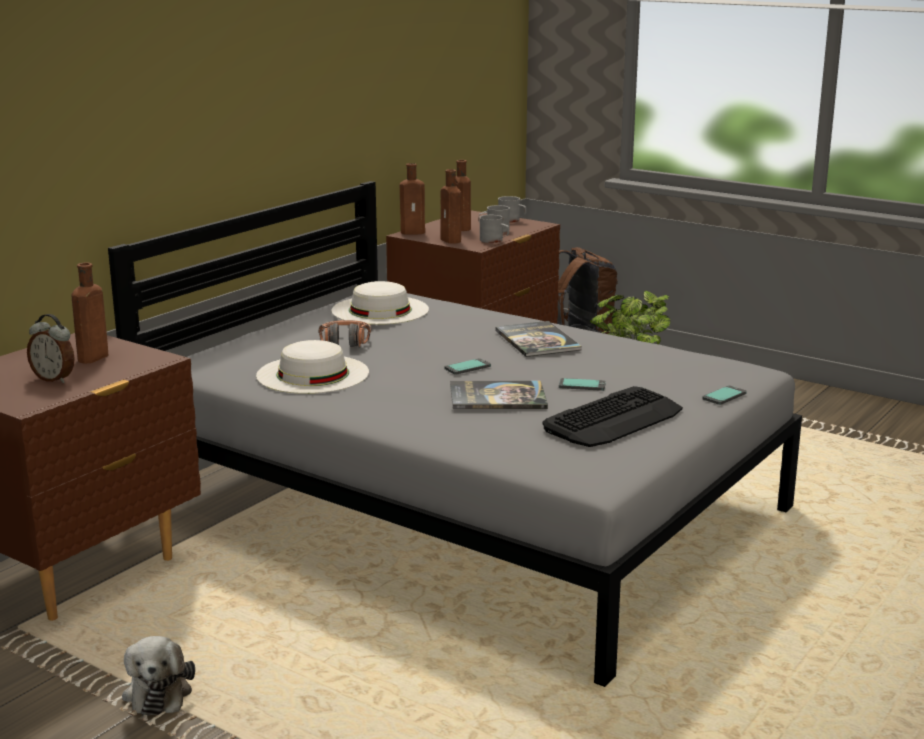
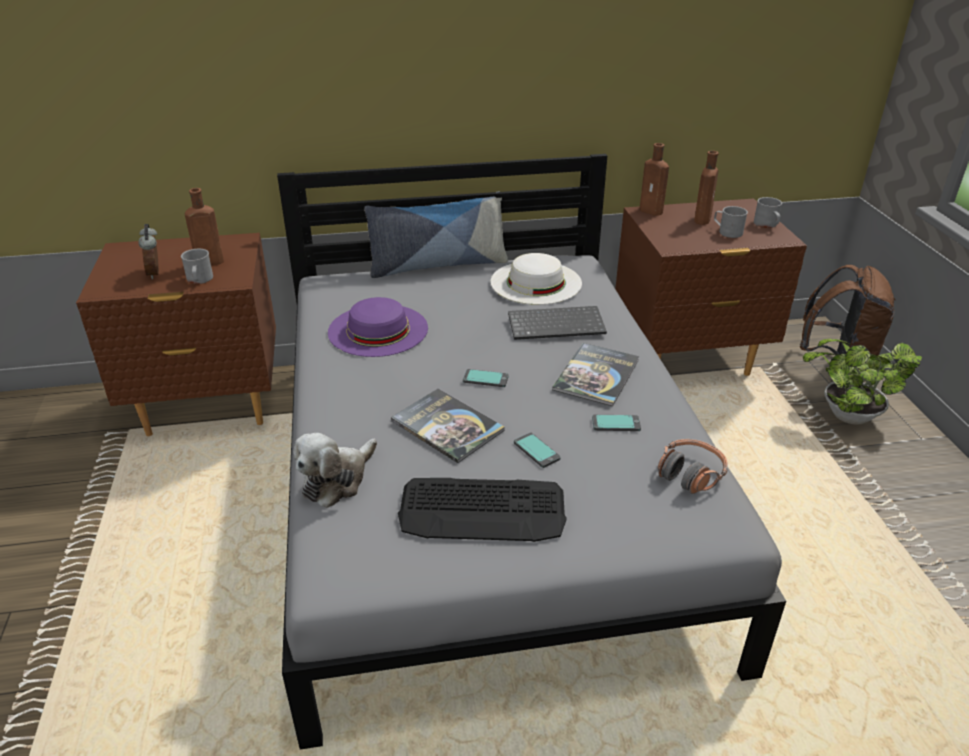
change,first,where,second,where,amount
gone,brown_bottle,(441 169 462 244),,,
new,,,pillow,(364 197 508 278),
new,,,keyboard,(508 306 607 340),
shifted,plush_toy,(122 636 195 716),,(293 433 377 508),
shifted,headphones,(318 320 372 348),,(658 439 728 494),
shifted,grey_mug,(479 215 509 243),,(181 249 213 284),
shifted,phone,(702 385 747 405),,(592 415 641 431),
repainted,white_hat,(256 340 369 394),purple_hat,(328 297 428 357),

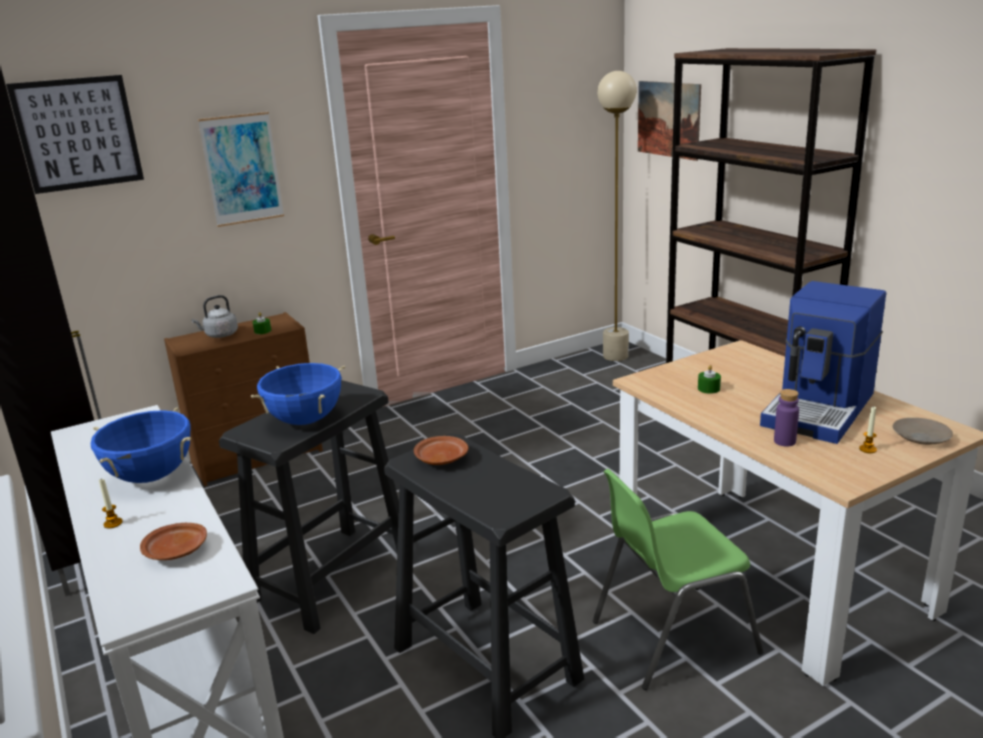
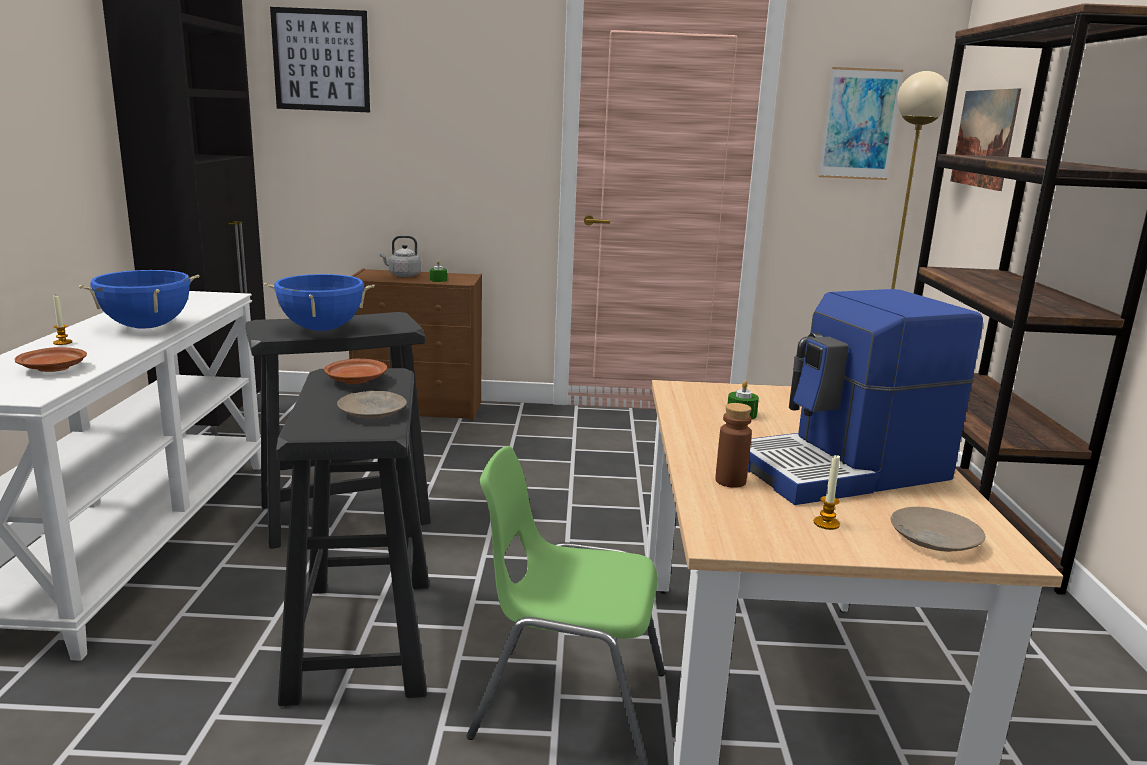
change,first,where,second,where,amount
new,,,beige_plate,(337 391 407 419),
shifted,picture,(198 112 284 227),,(818 67 903 180),
repainted,purple_bottle,(774 389 799 447),brown_bottle,(715 403 752 488),

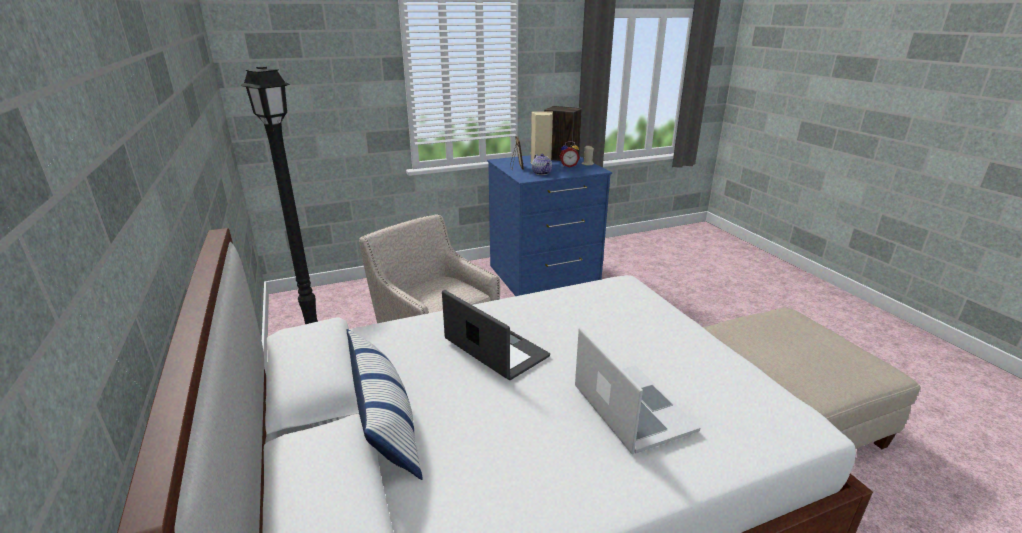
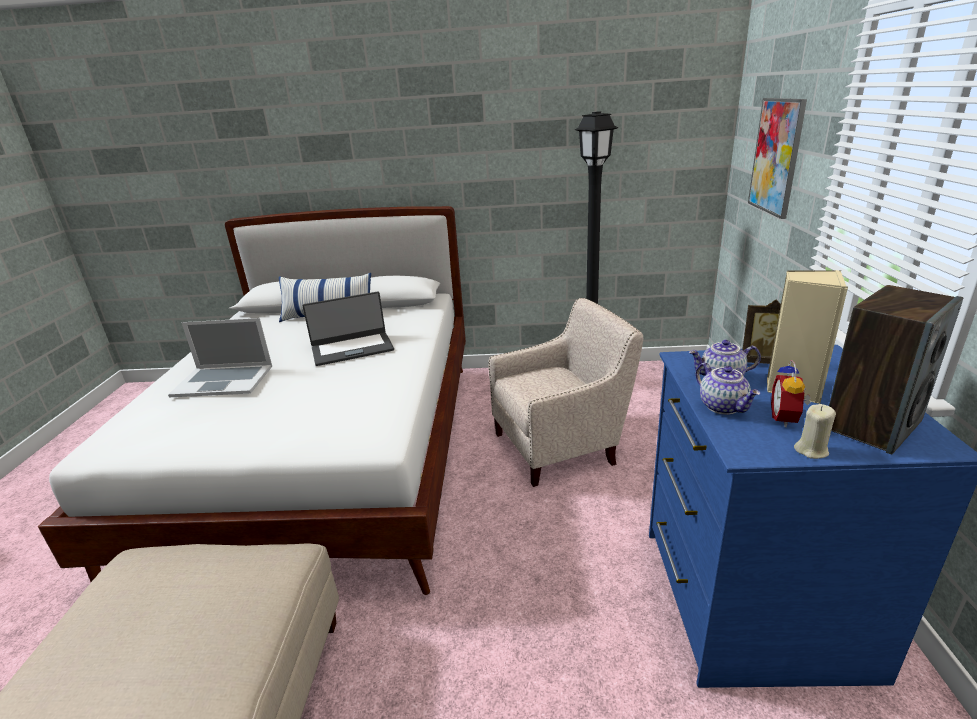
change,first,where,second,where,amount
new,,,teapot,(696 363 760 415),
new,,,picture,(748 98 807 219),

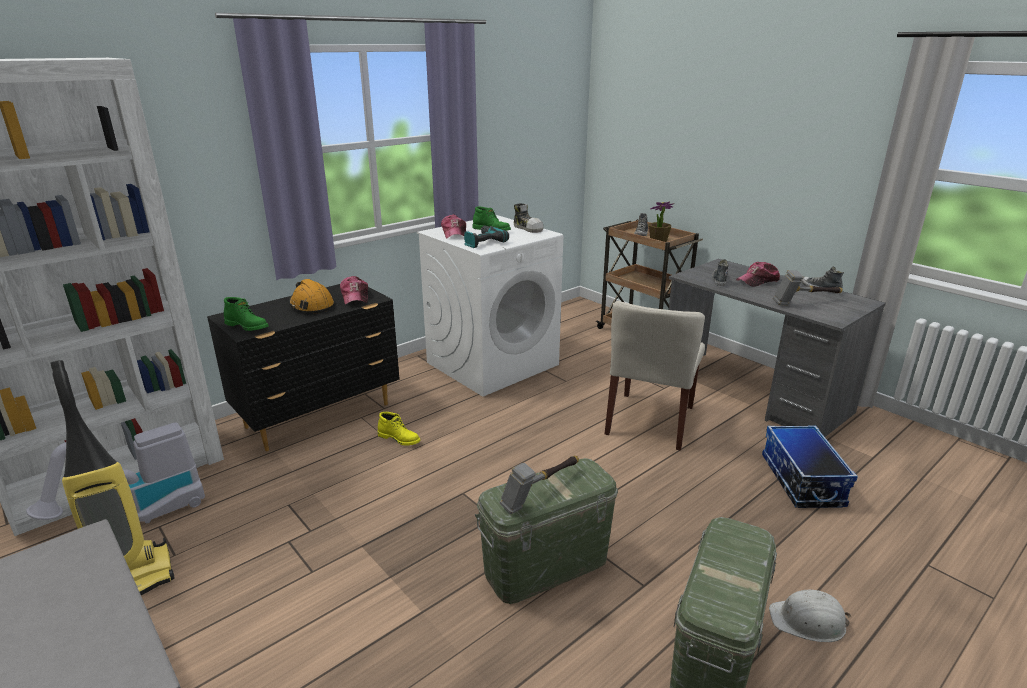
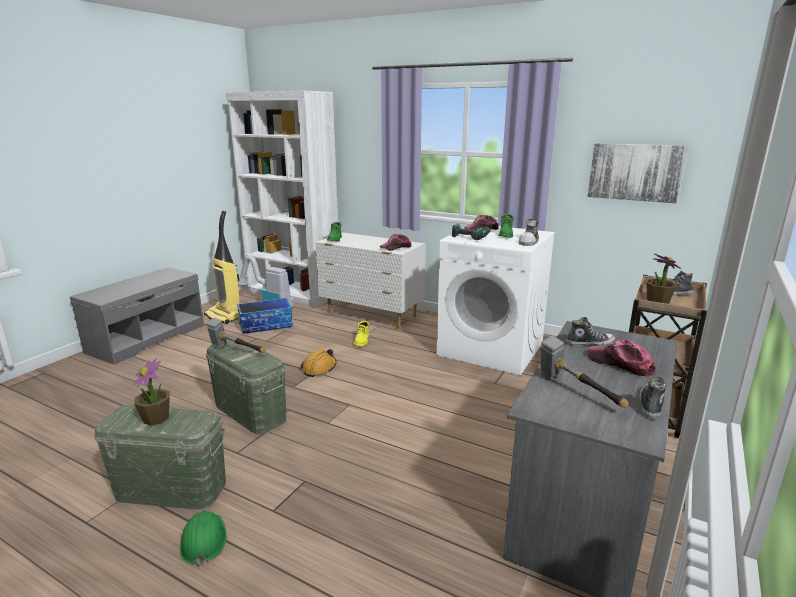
change,first,where,second,where,amount
gone,beige_chair,(604 301 705 451),,,
new,,,potted_plant,(134 359 170 426),
new,,,picture,(588 143 687 203),
shifted,orange_hard_hat,(289 279 334 314),,(300 349 337 377),
shifted,storage_box,(762 425 858 508),,(237 298 293 334),
repainted,black_dresser,(207 284 400 451),white_dresser,(316 233 425 329),
repainted,white_hard_hat,(769 590 851 642),green_hard_hat,(180 510 227 567),

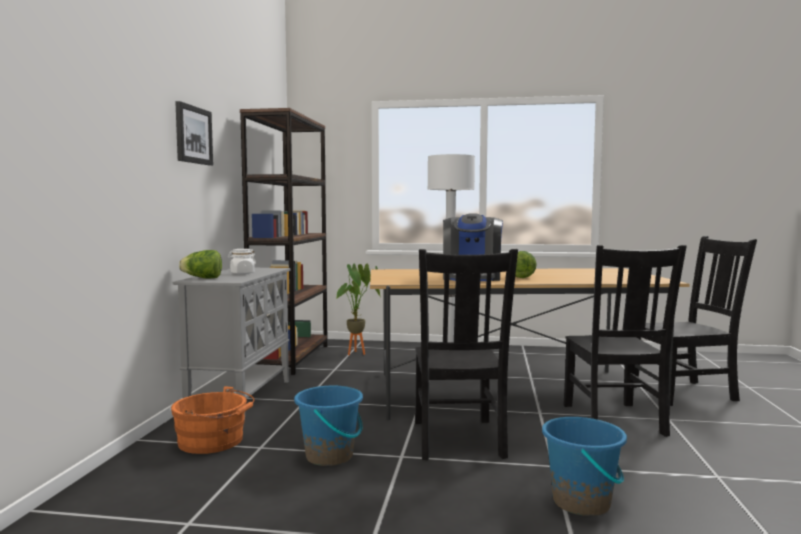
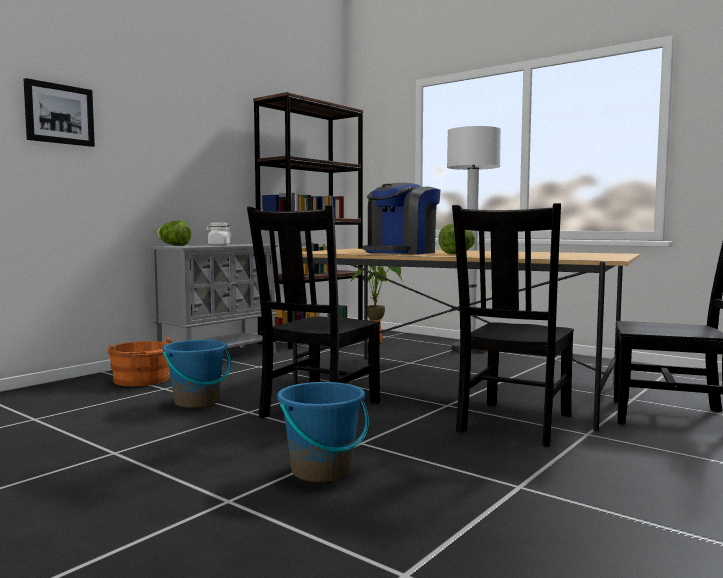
change,first,where,second,where,amount
shifted,picture,(175 101 213 166),,(24 78 95 147),

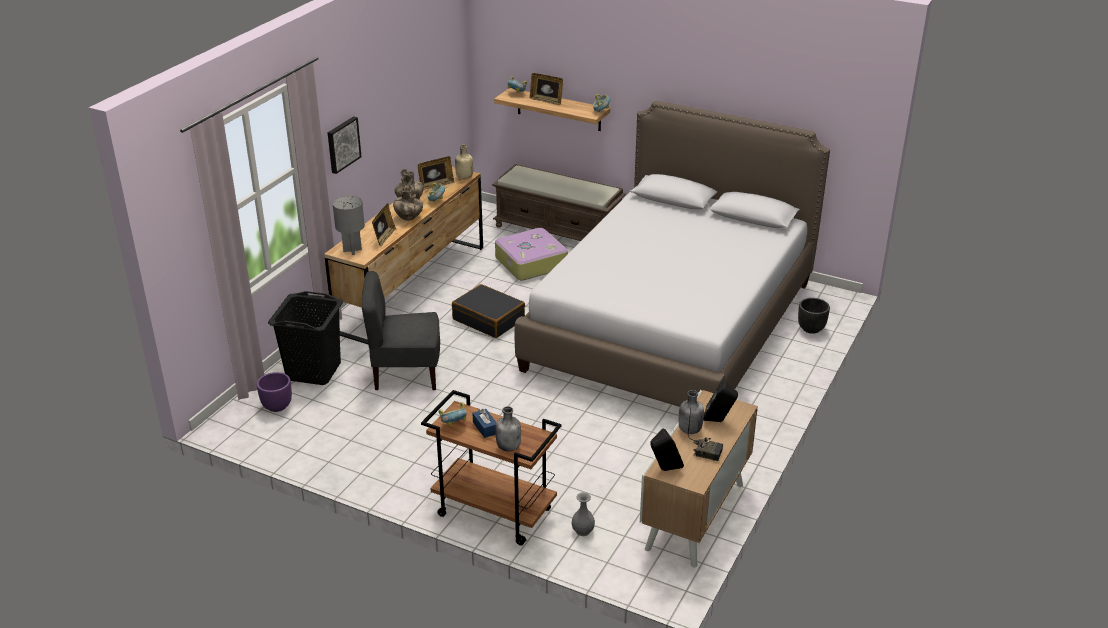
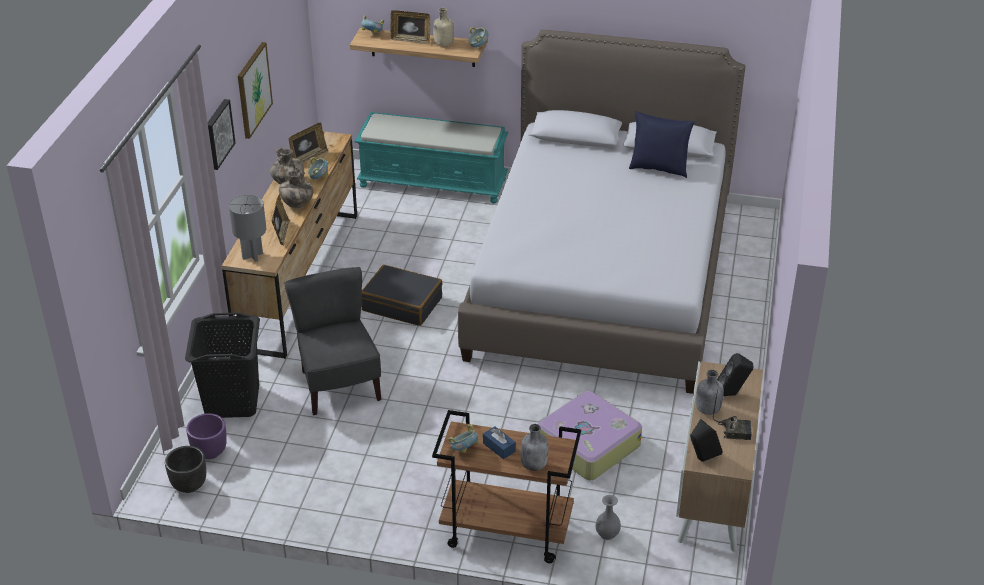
change,first,where,second,where,amount
new,,,picture,(238 42 273 139),
new,,,blue_pillow,(629 111 695 178),
shifted,beige_bottle,(455 145 473 179),,(433 8 454 47),
shifted,suitcase,(495 228 568 280),,(538 391 642 481),
shifted,black_planter,(798 298 830 334),,(165 446 206 493),
repainted,brown_bench,(492 164 626 241),turquoise_bench,(354 112 508 204),
rotated,grey_chair,(362 271 440 390),,(284 267 381 415),90 degrees clockwise

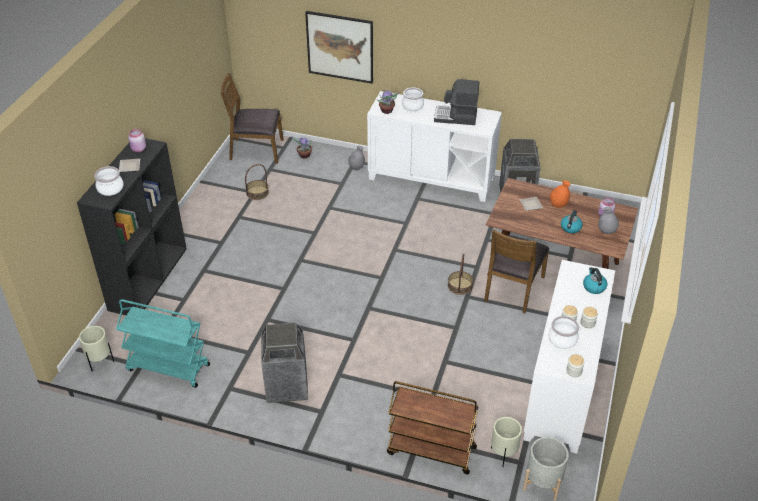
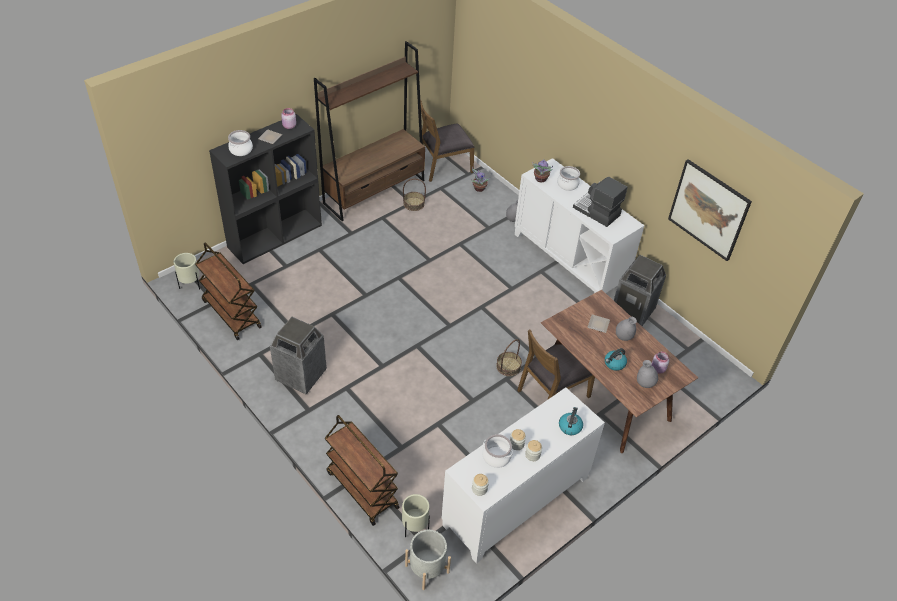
change,first,where,second,where,amount
new,,,brown_bookcase,(314 41 425 221),
shifted,picture,(305 11 373 84),,(668 159 752 261),
repainted,turquoise_cart,(116 299 210 388),brown_cart,(195 242 262 340),
repainted,orange_vase,(550 180 570 208),grey_vase,(616 317 637 341),
rotated,brown_chair,(221 73 284 164),,(420 99 475 182),60 degrees counterclockwise

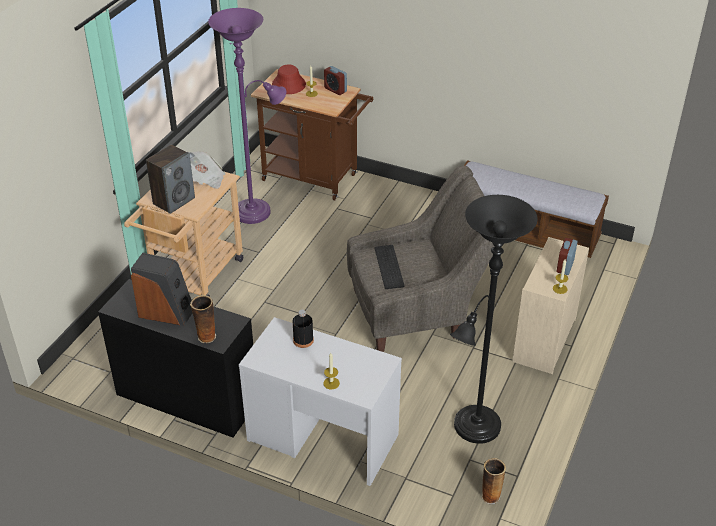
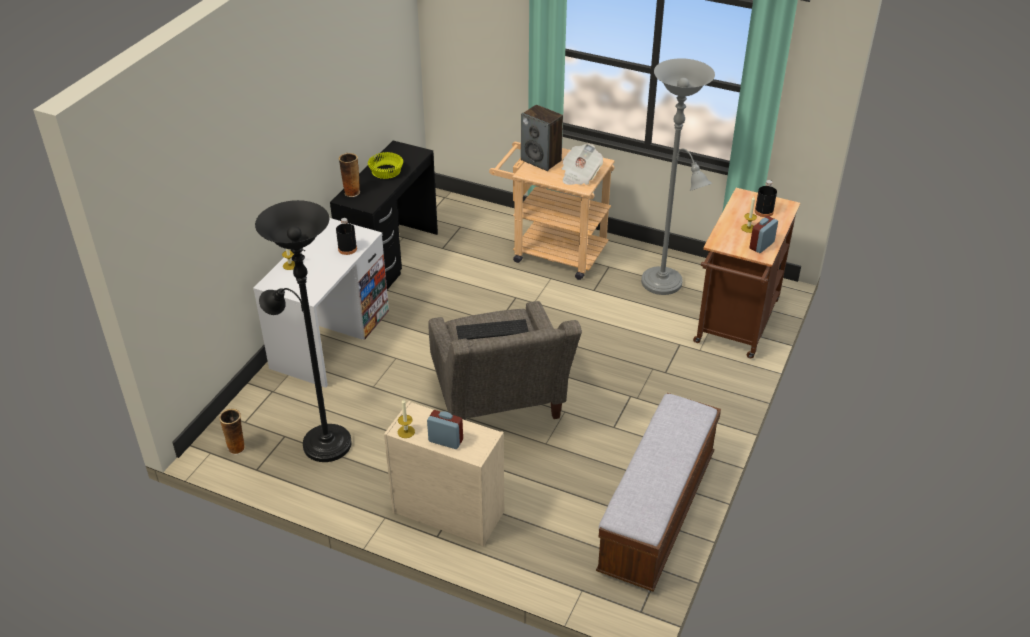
change,first,where,second,where,amount
swapped,speaker,(131 253 192 326),yellow_bowl,(368 152 403 179),
swapped,red_hat,(272 64 306 94),black_bottle,(755 180 777 217),
repainted,purple_floor_lamp,(208 8 286 224),grey_floor_lamp,(641 58 715 295),

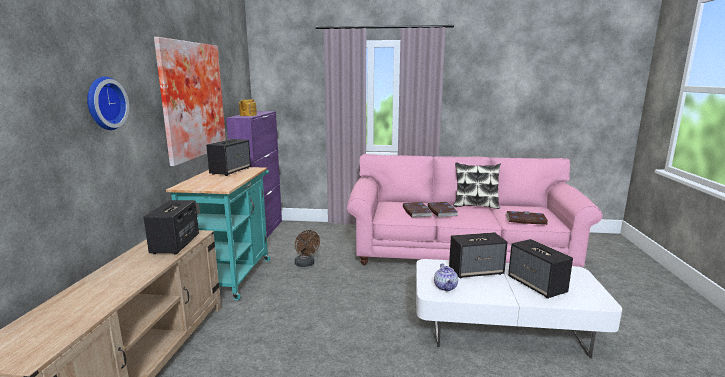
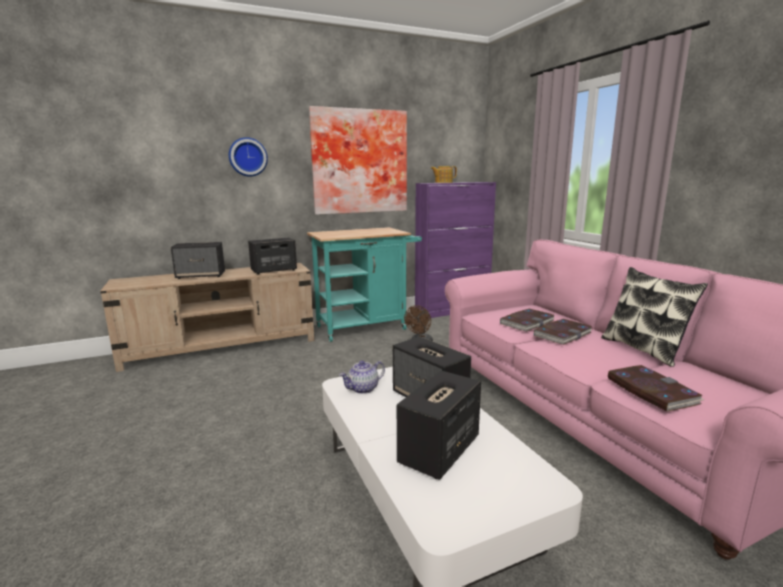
change,first,where,second,where,amount
shifted,speaker,(206 139 251 176),,(171 242 225 279),

